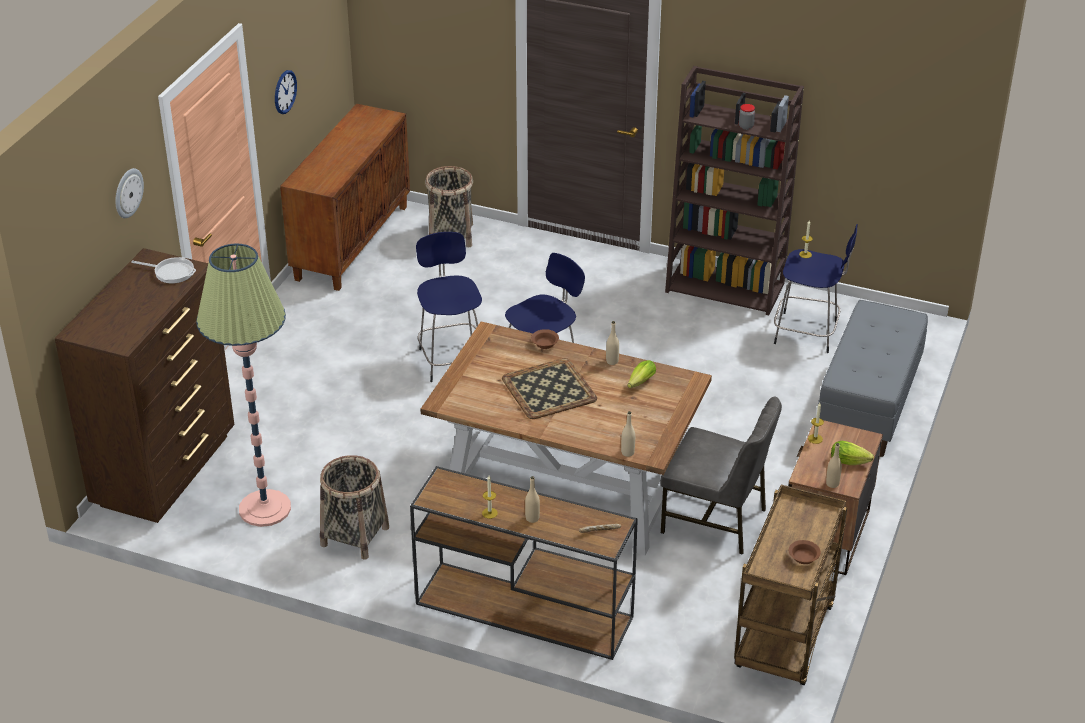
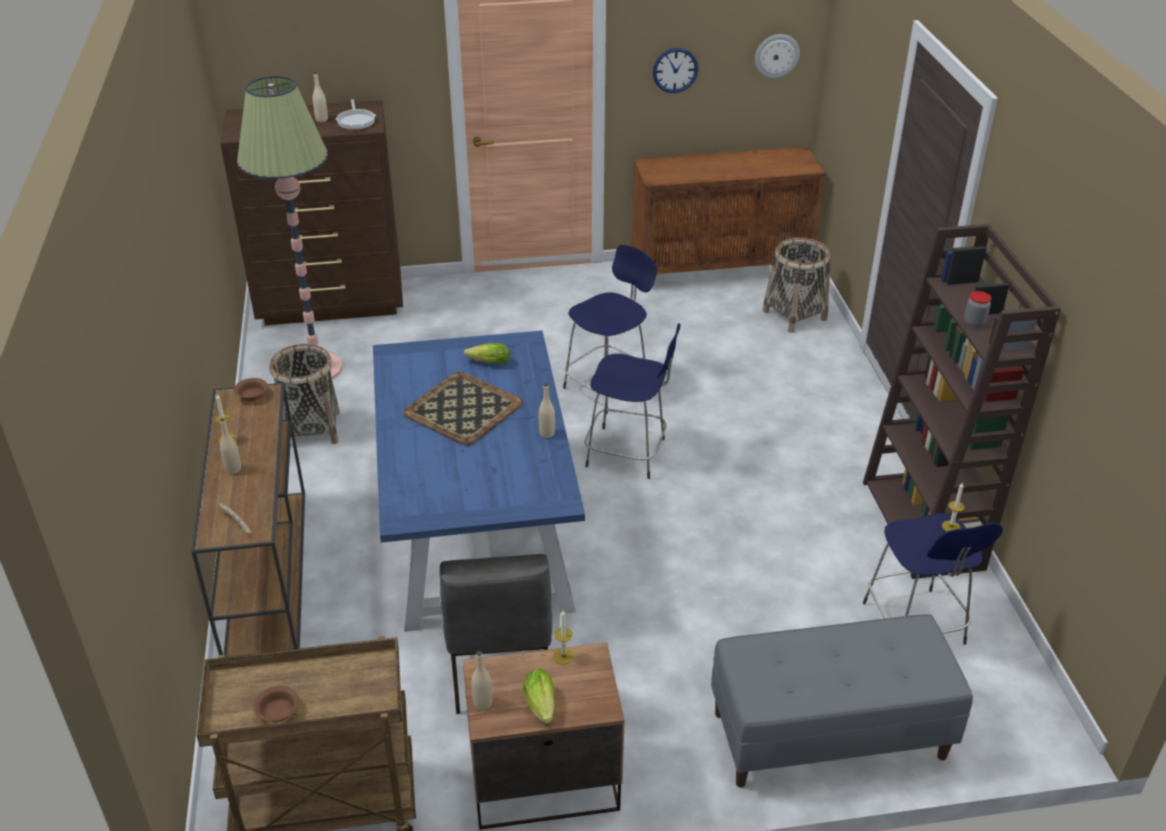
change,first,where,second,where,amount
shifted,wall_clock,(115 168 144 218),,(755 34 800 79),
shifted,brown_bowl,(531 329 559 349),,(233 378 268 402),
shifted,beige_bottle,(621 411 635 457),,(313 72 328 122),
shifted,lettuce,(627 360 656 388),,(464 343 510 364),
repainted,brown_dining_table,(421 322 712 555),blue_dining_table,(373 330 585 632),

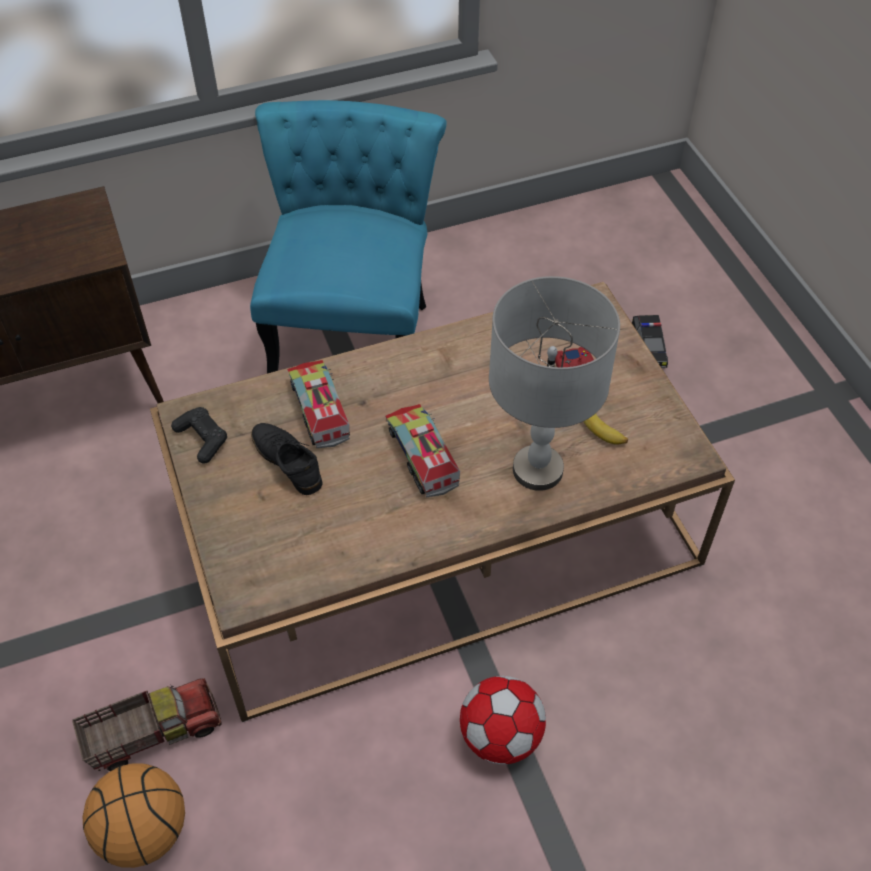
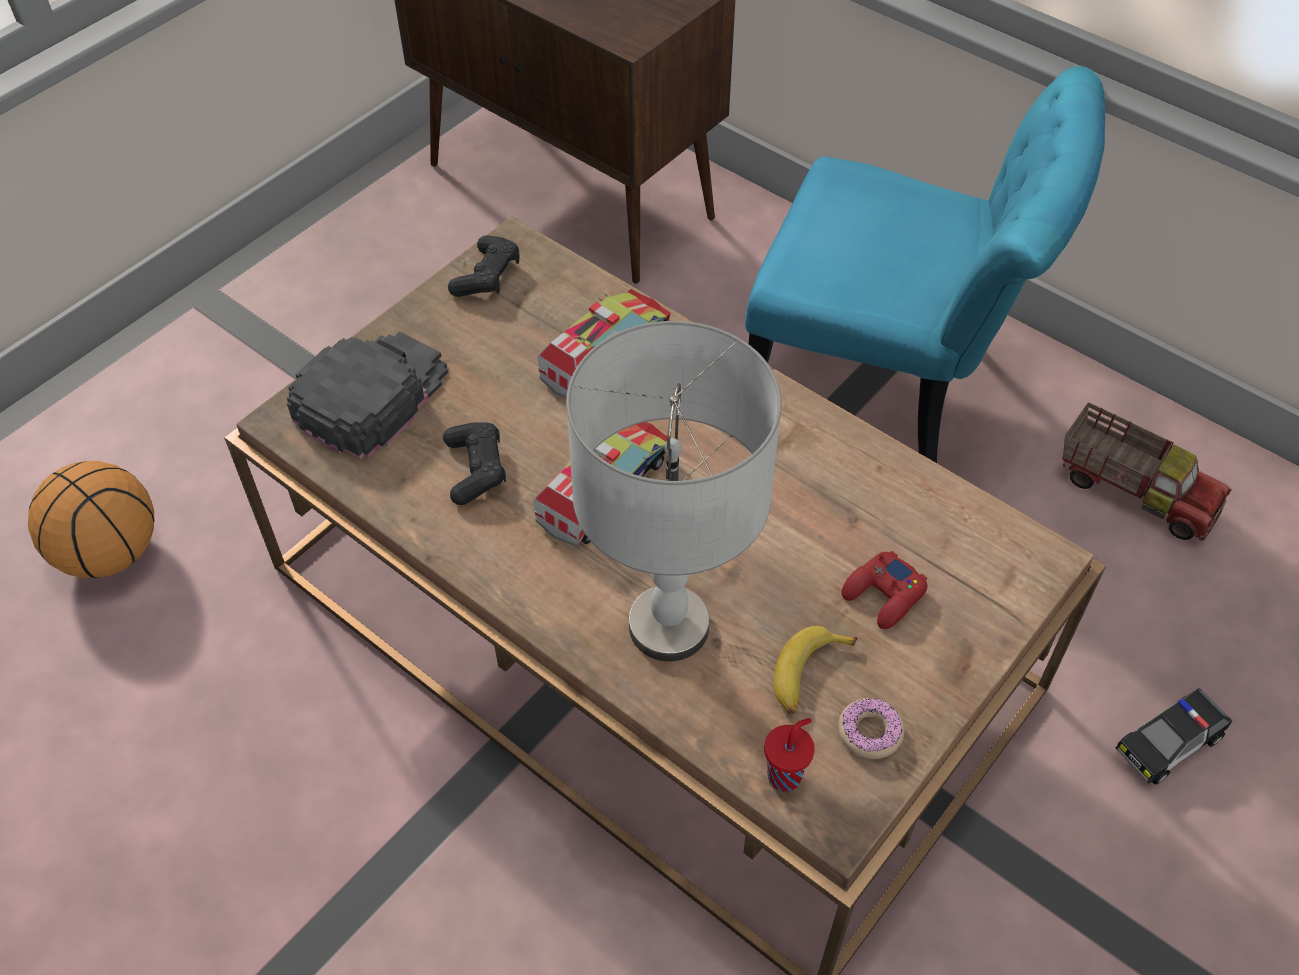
change,first,where,second,where,amount
gone,black_shoe,(251 423 323 495),,,
gone,football,(460 676 546 764),,,
new,,,black_cap,(287 331 448 459),
new,,,black_game_controller,(443 422 506 505),
new,,,red_cup,(764 718 815 792),
new,,,donut,(838 697 905 759),
shifted,toy_truck,(72 678 222 771),,(1062 402 1232 540),
rotated,turquoise_chair,(250 100 447 374),,(745 66 1105 463),45 degrees clockwise

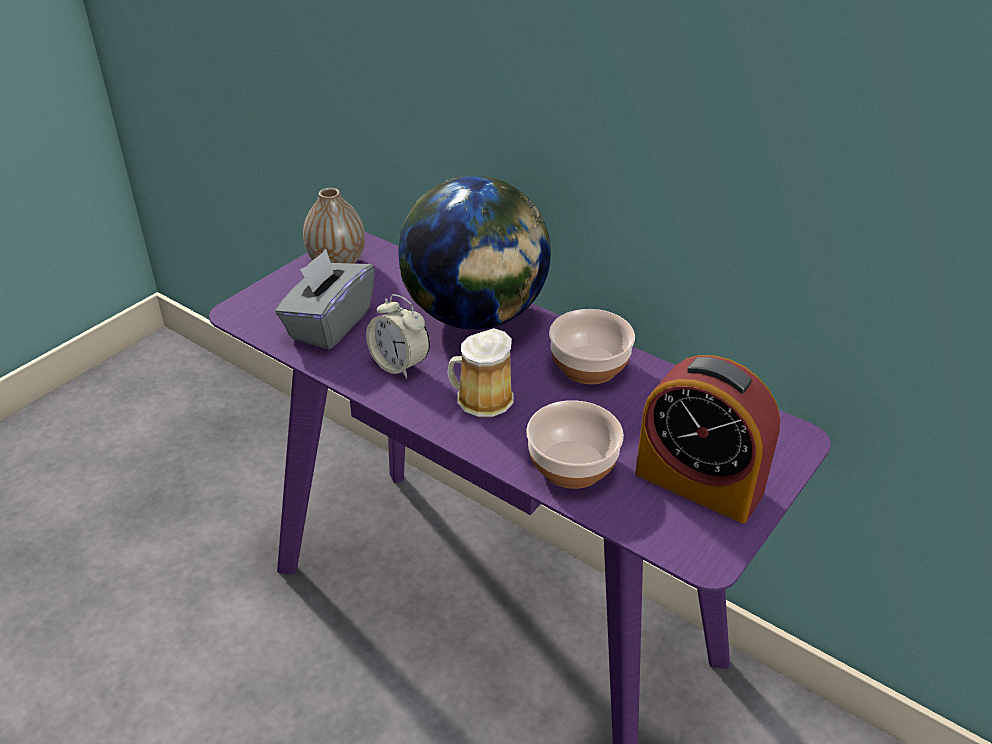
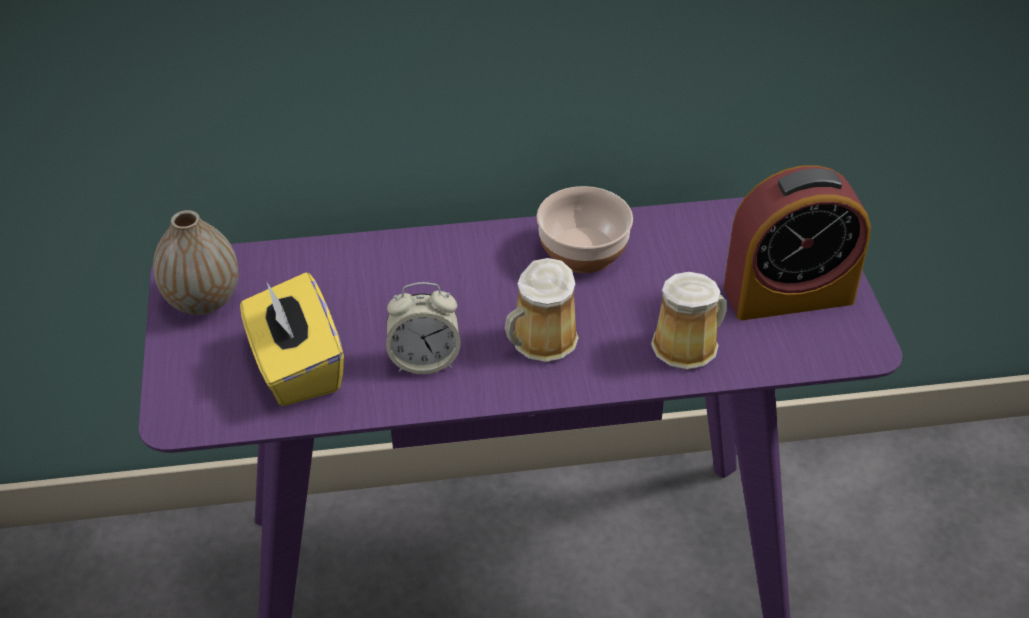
change,first,where,second,where,amount
gone,globe,(398 175 551 330),,,
swapped,bowl,(526 400 624 489),mug,(651 272 727 370),
repainted,grey_tissue_box,(275 249 375 349),yellow_tissue_box,(240 272 344 406),

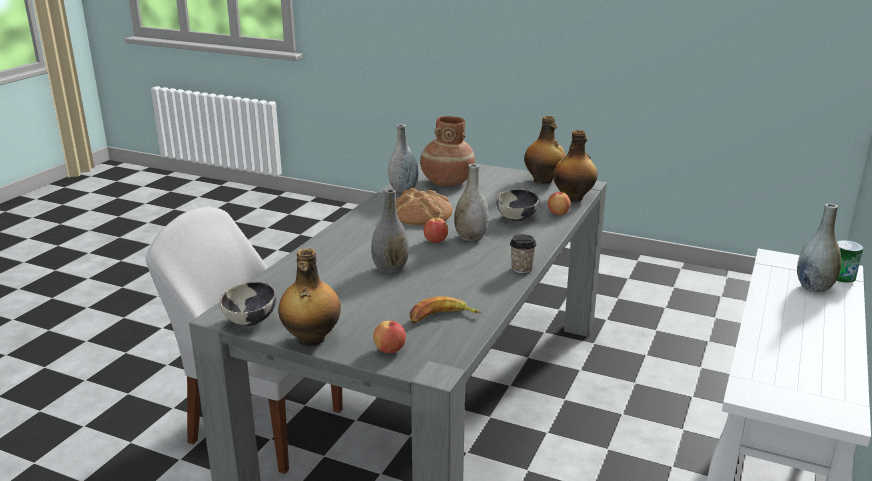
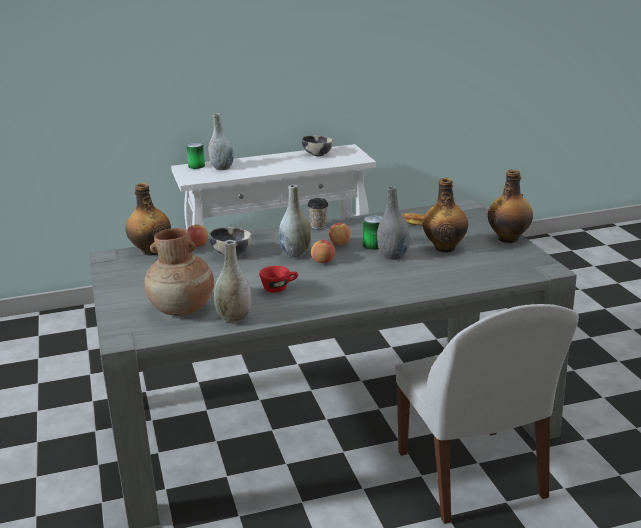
change,first,where,second,where,amount
new,,,can,(363 215 382 250),
shifted,bowl,(220 282 276 326),,(302 136 333 156),
shifted,apple,(373 321 406 353),,(329 223 351 245),
shifted,bottle,(524 116 566 184),,(423 178 468 253),
swapped,bread,(396 188 452 225),red_cup,(259 266 298 293),

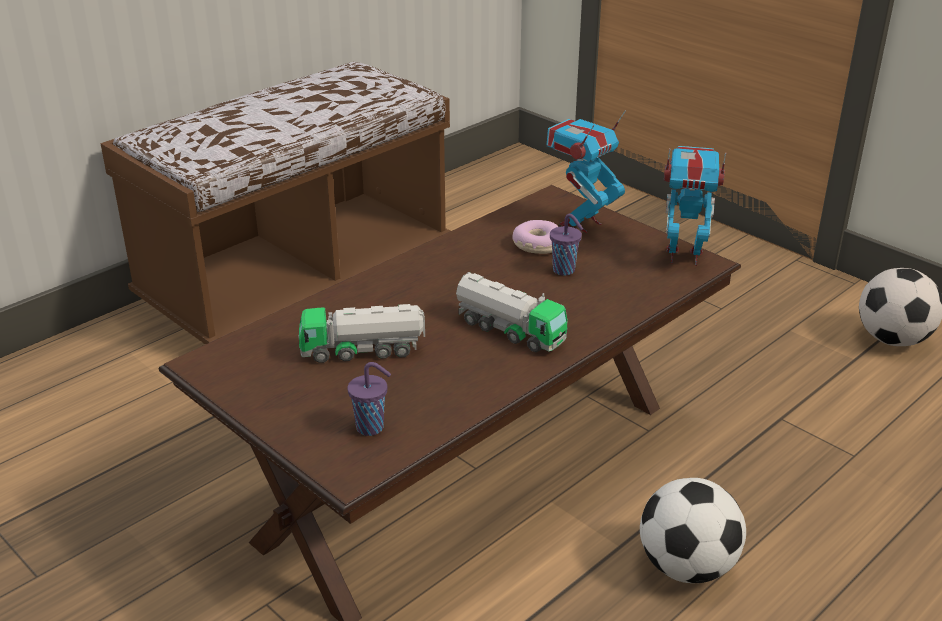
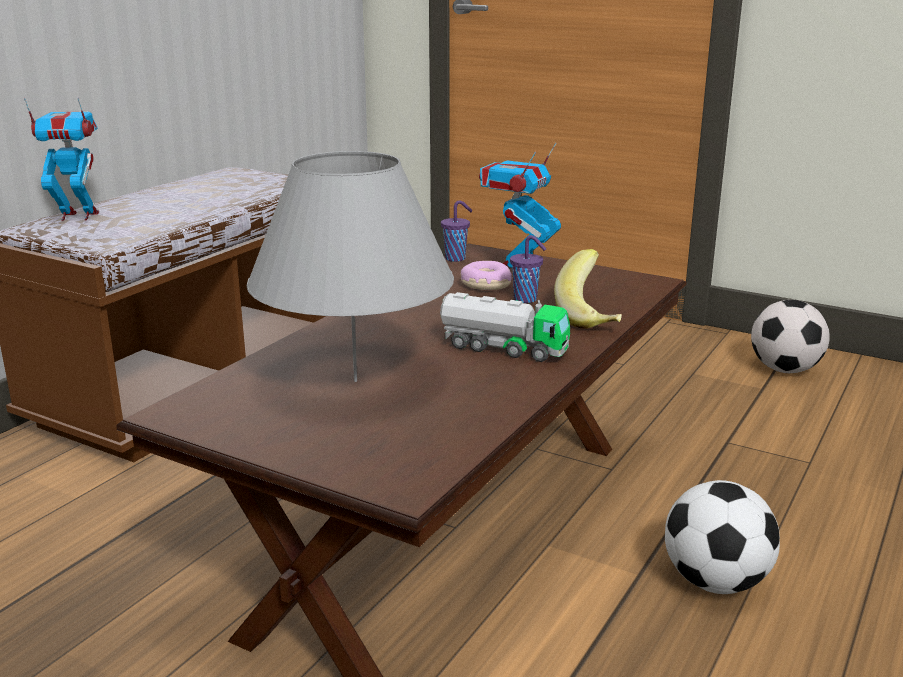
change,first,where,second,where,amount
new,,,banana,(554 249 622 329),
shifted,purple_cup,(347 362 391 436),,(441 201 472 262),
shifted,toy_robot,(664 146 726 266),,(24 97 99 221),
swapped,toy_truck,(298 304 425 363),grey_table_lamp,(247 151 454 382),

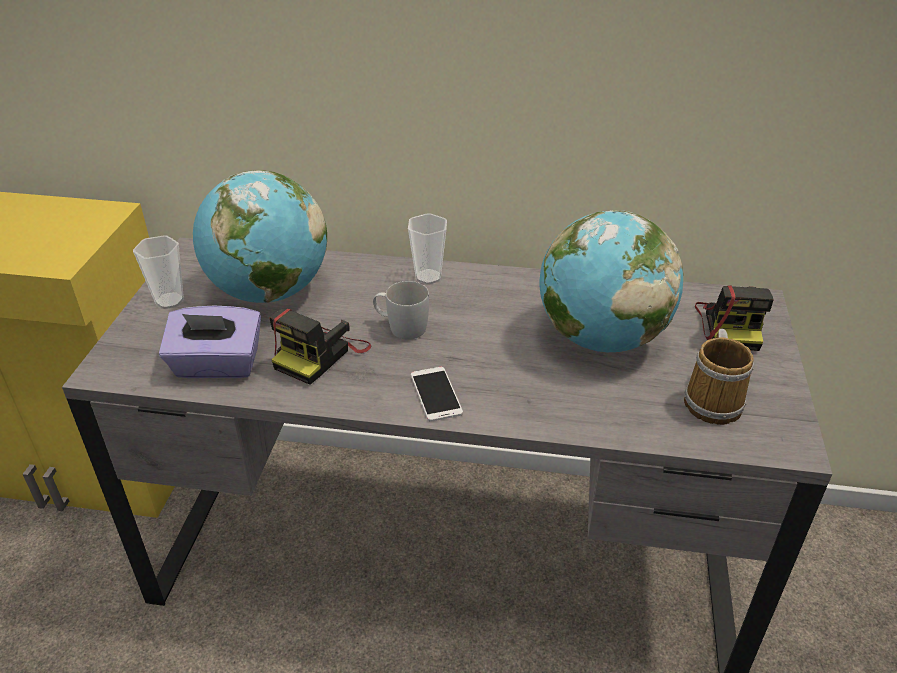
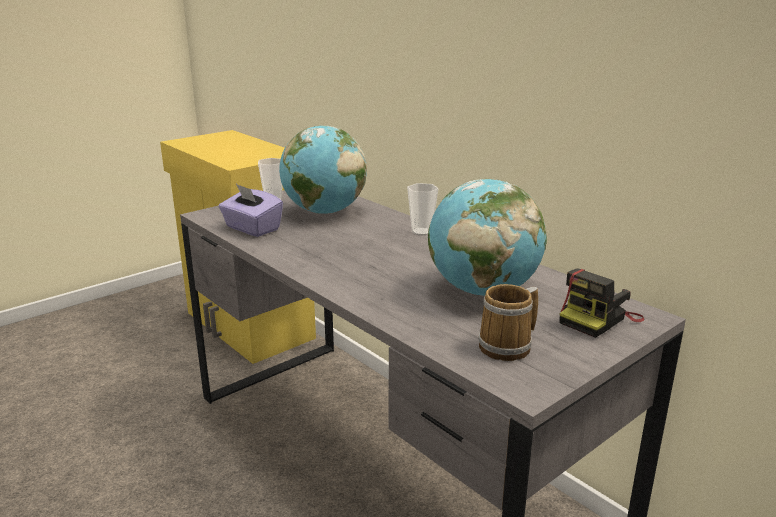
change,first,where,second,where,amount
gone,photo_camera,(269 308 371 385),,,
gone,white_mug,(373 281 429 340),,,
gone,phone,(411 367 463 422),,,

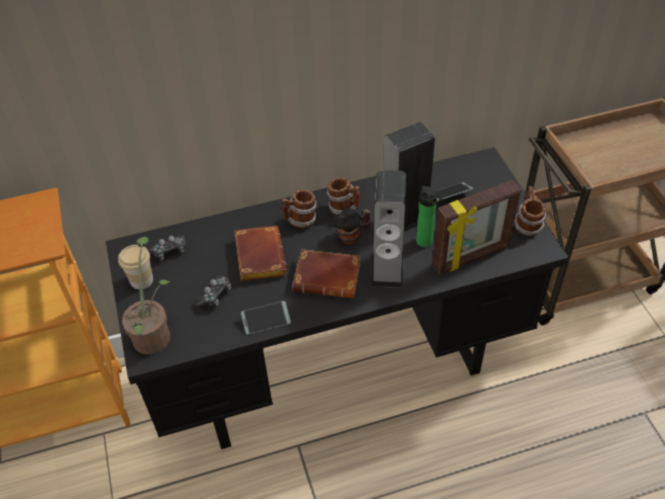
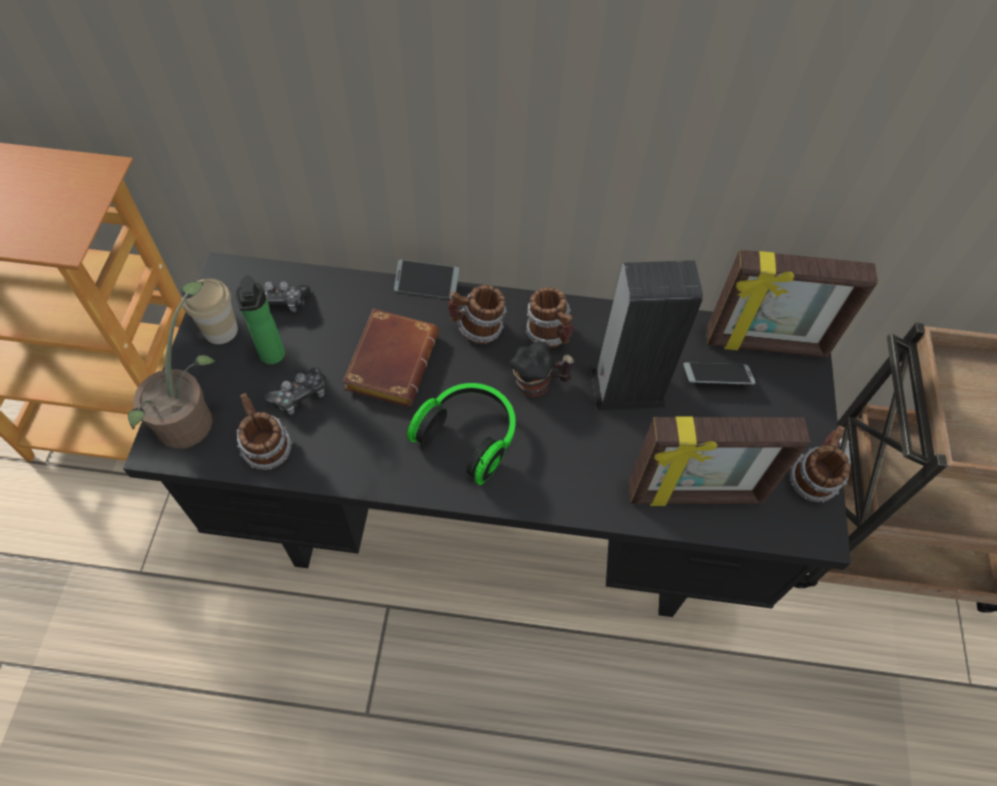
change,first,where,second,where,amount
gone,speaker,(371 170 406 288),,,
new,,,mug,(237 393 292 470),
new,,,picture_frame,(707 250 878 358),
shifted,phone,(241 301 291 334),,(394 260 459 299),
shifted,bottle,(416 186 443 247),,(235 275 285 364),
swapped,brown_book,(293 249 361 298),headphones,(407 383 516 485),

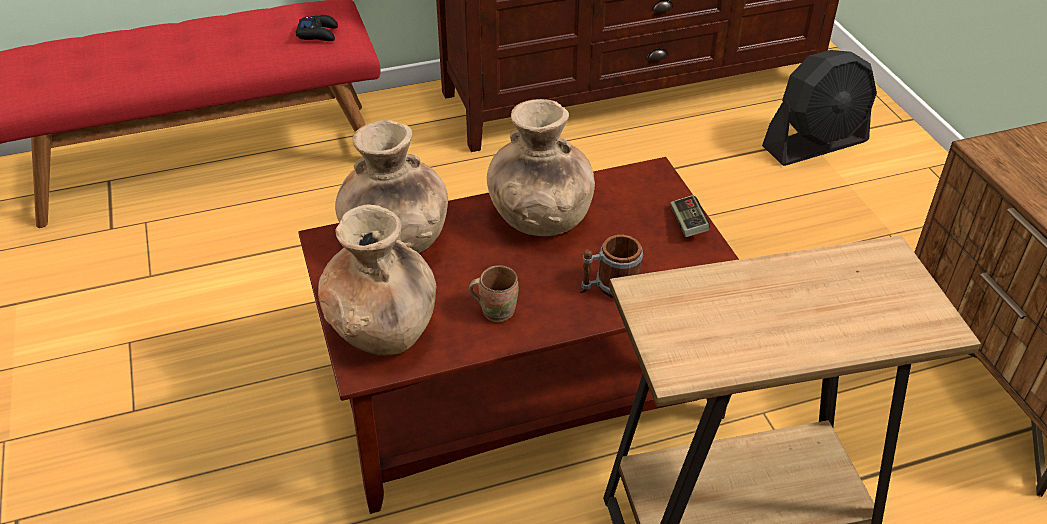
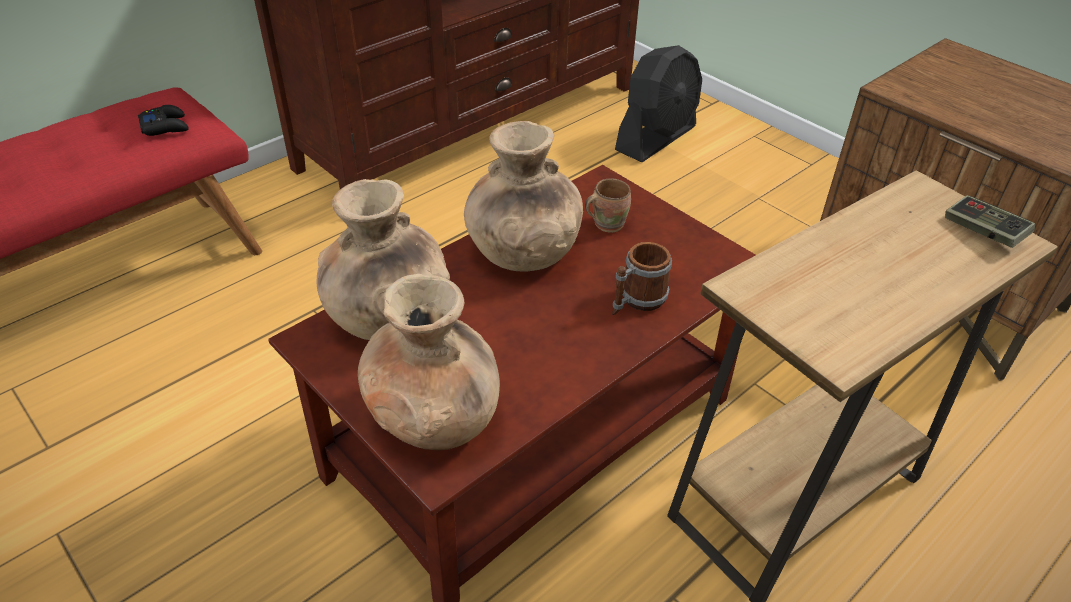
change,first,where,second,where,amount
shifted,brown_mug,(468 265 519 322),,(585 178 631 233),
shifted,game_controller,(670 195 710 237),,(945 195 1035 248),

